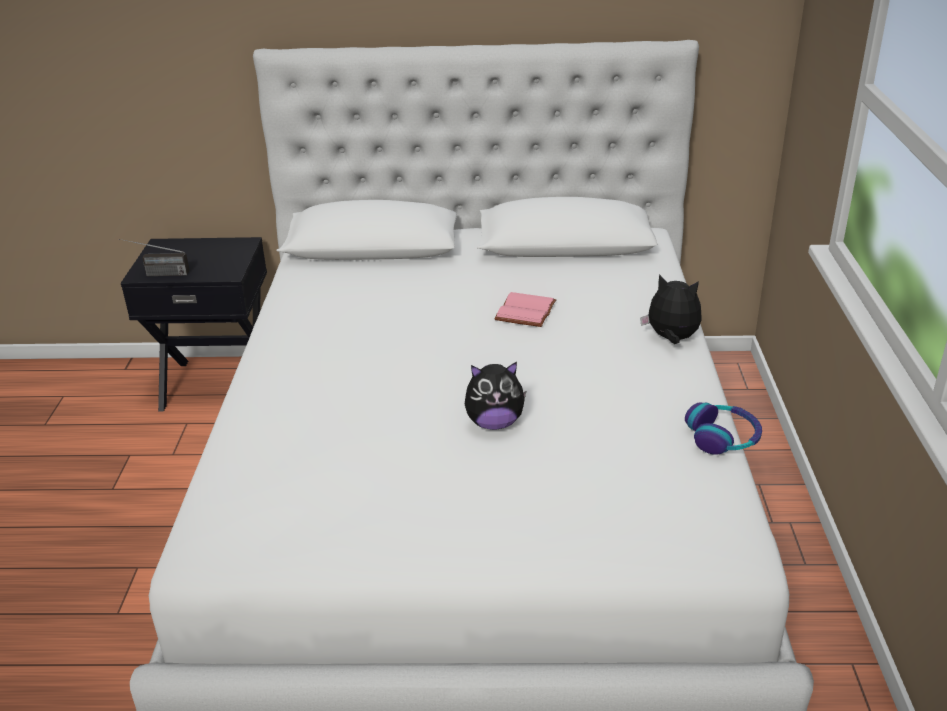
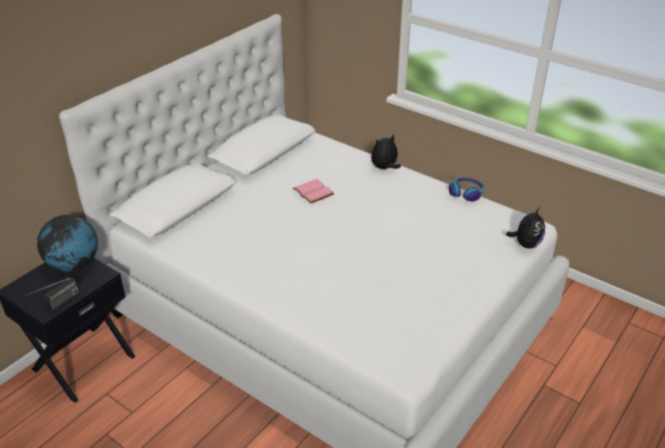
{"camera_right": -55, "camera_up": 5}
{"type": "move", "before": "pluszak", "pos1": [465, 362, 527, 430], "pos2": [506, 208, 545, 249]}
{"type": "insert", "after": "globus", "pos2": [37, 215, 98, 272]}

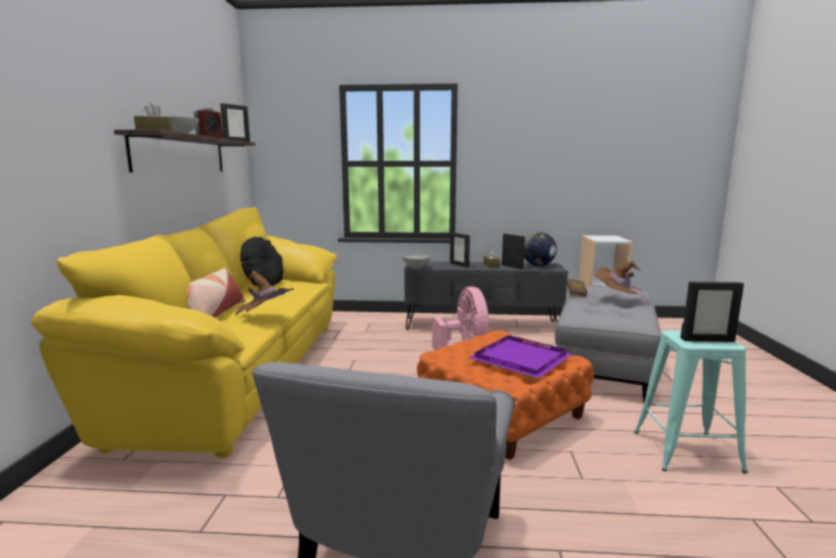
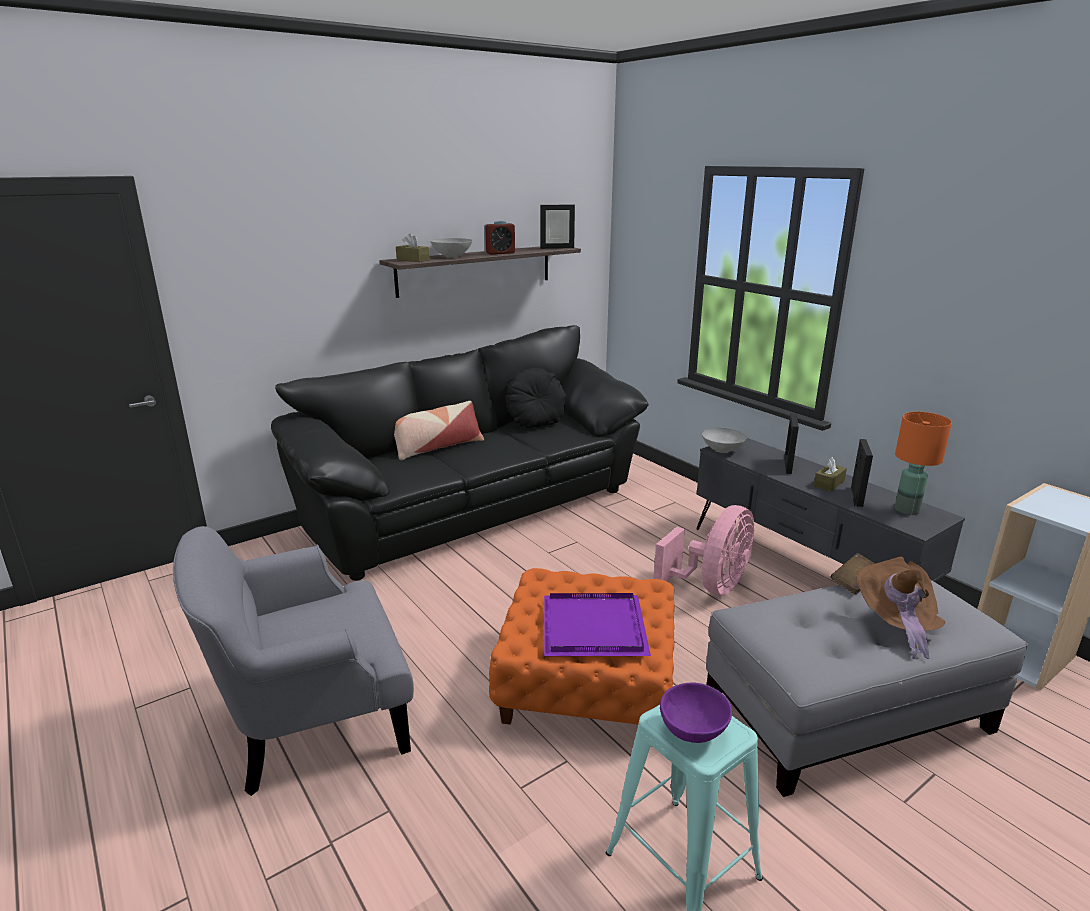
{"camera_right": 50, "camera_up": 10}
{"type": "recolor", "before": "kanapa [żółty]", "after": "kanapa [czarny]", "pos1": [31, 207, 337, 458], "pos2": [271, 325, 649, 581]}
{"type": "replace", "before": "globus", "after": "lampa stołowa [pomarańczowy]", "pos1": [524, 232, 557, 266], "pos2": [895, 412, 952, 515]}
{"type": "delete", "before": "kapelusz [brązowy]", "pos1": [235, 271, 294, 315]}
{"type": "replace", "before": "ramka na zdjęcie", "after": "miska [fioletowy]", "pos1": [680, 282, 744, 342], "pos2": [660, 683, 732, 743]}

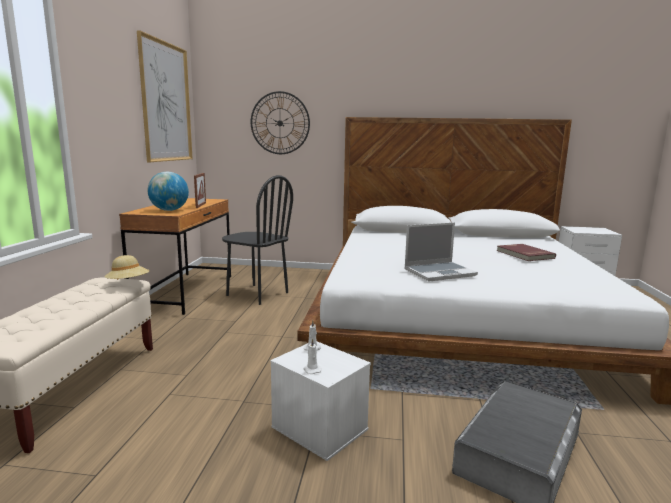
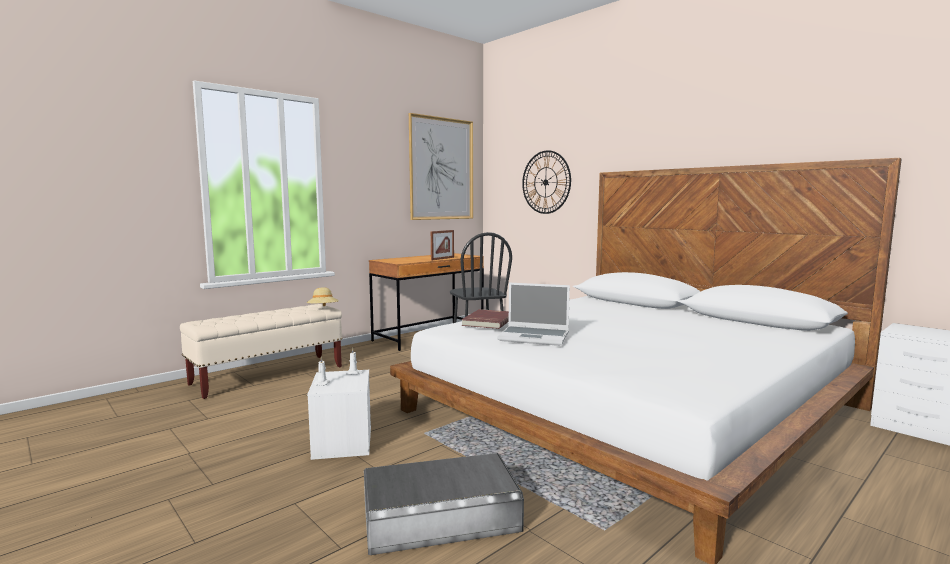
{"camera_right": 40, "camera_up": -5}
{"type": "delete", "before": "globus", "pos1": [147, 172, 189, 211]}
{"type": "move", "before": "książka [czerwony]", "pos1": [497, 244, 556, 261], "pos2": [461, 309, 509, 329]}

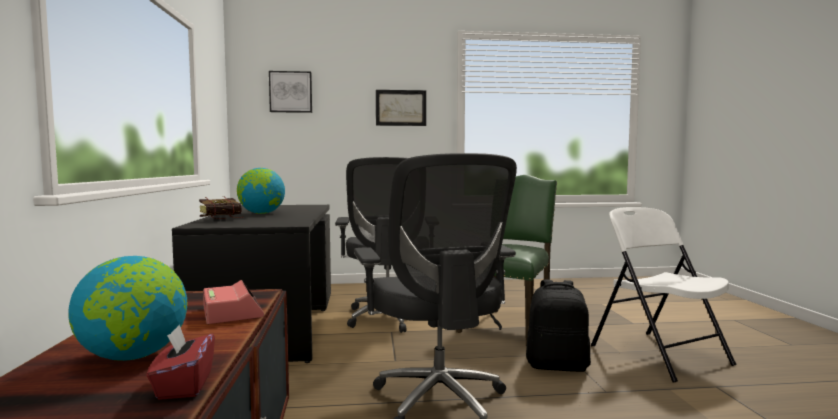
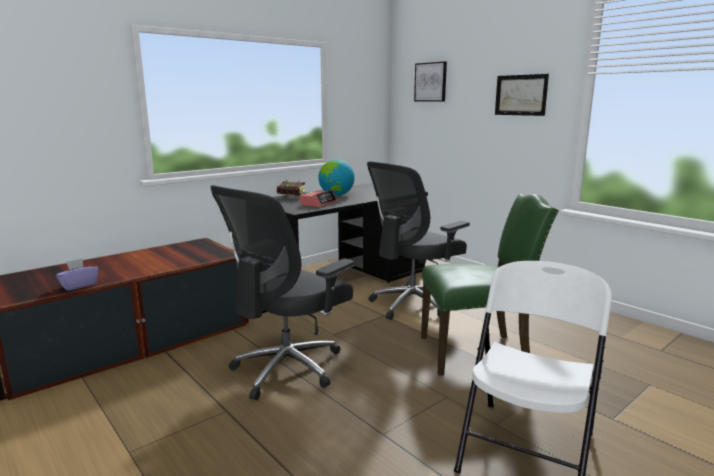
{"camera_right": 55, "camera_up": 10}
{"type": "delete", "before": "globus", "pos1": [68, 256, 187, 361]}
{"type": "move", "before": "budzik", "pos1": [203, 280, 264, 324], "pos2": [300, 189, 338, 207]}
{"type": "delete", "before": "plecak [czarny]", "pos1": [526, 280, 591, 372]}
{"type": "recolor", "before": "pudełko chusteczek [czerwony]", "after": "pudełko chusteczek [fioletowy]", "pos1": [146, 325, 215, 400], "pos2": [56, 258, 98, 291]}

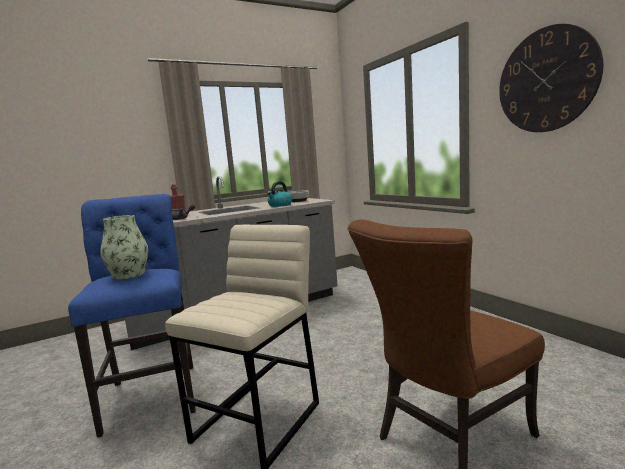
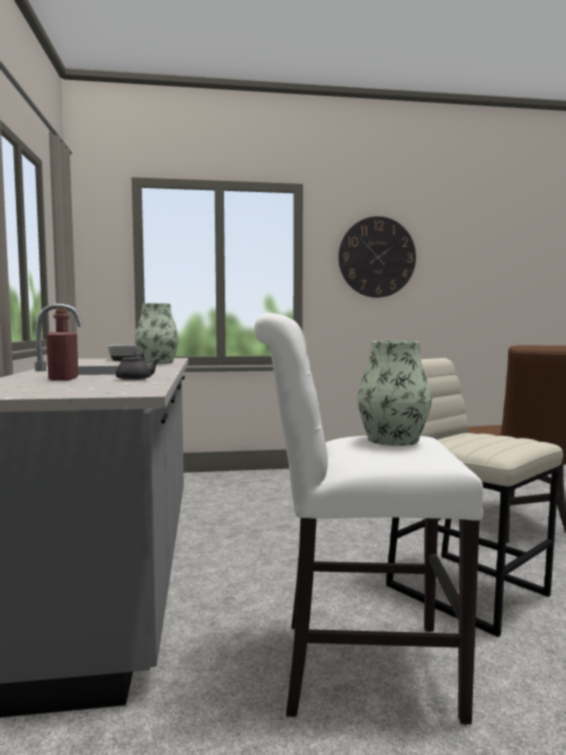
{"camera_right": -70, "camera_up": -5}
{"type": "replace", "before": "czajnik", "after": "wazon", "pos1": [267, 181, 293, 207], "pos2": [135, 303, 179, 364]}
{"type": "recolor", "before": "stołek [niebieski]", "after": "stołek [biały]", "pos1": [68, 194, 196, 438], "pos2": [254, 313, 483, 725]}

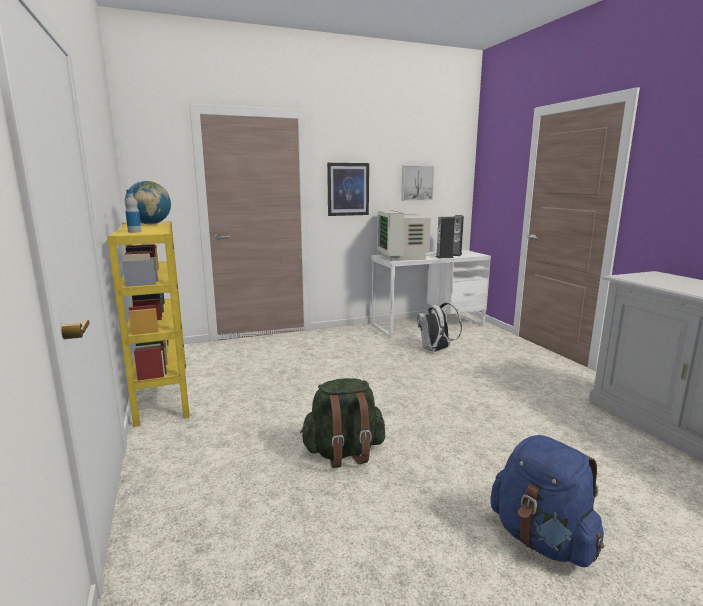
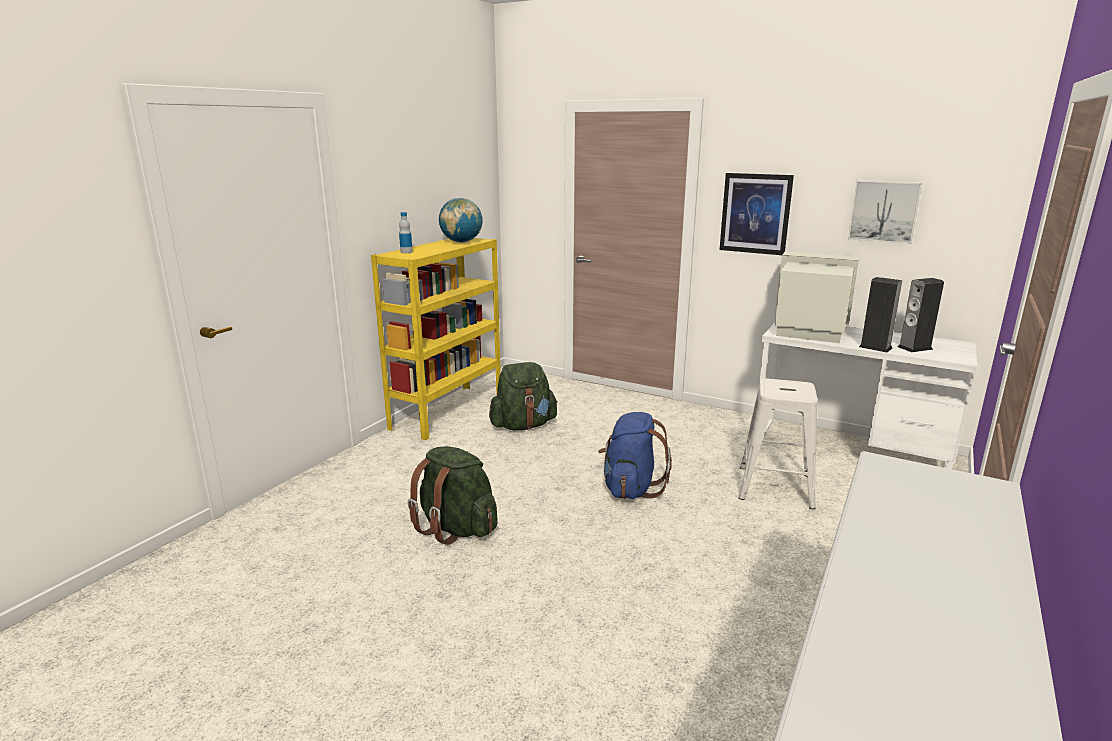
{"camera_right": 50, "camera_up": 5}
{"type": "rotate", "before": "monitor", "pos1": [377, 211, 431, 261], "pos2": [775, 251, 859, 343], "turn": 75}
{"type": "replace", "before": "plecak [biały]", "after": "stołek [biały]", "pos1": [417, 303, 462, 352], "pos2": [739, 378, 818, 509]}
{"type": "move", "before": "plecak [niebieski]", "pos1": [490, 435, 604, 567], "pos2": [598, 412, 672, 499]}
{"type": "insert", "after": "plecak [zielony]", "pos2": [489, 362, 558, 431]}

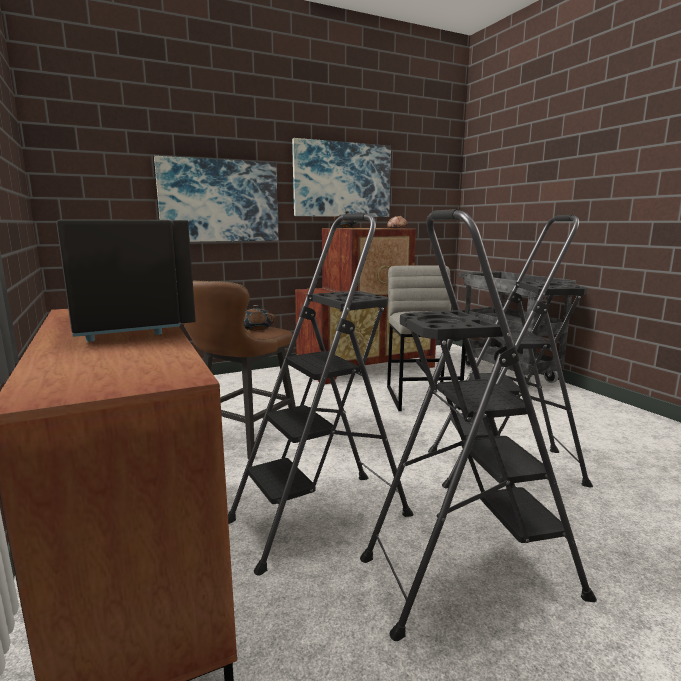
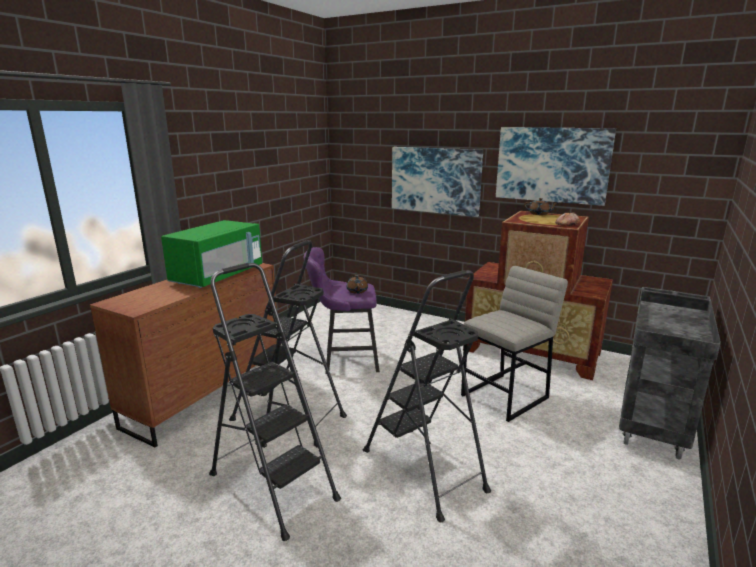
{"camera_right": 55, "camera_up": 5}
{"type": "recolor", "before": "mikrofalówka [czarny]", "after": "mikrofalówka [zielony]", "pos1": [56, 219, 196, 342], "pos2": [161, 220, 262, 288]}
{"type": "recolor", "before": "stołek [brązowy]", "after": "stołek [fioletowy]", "pos1": [183, 280, 296, 459], "pos2": [304, 247, 380, 374]}

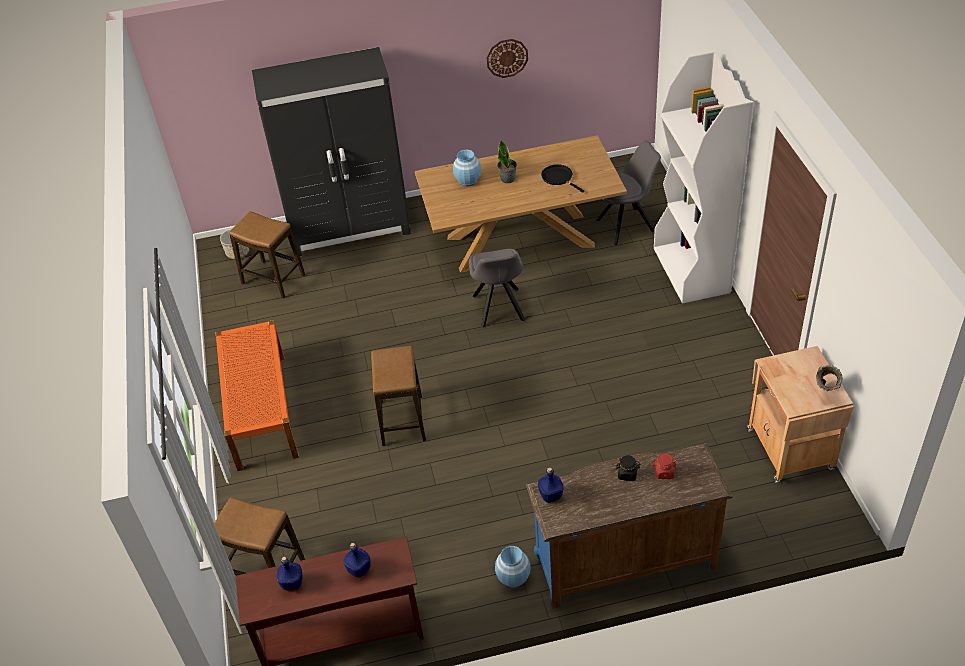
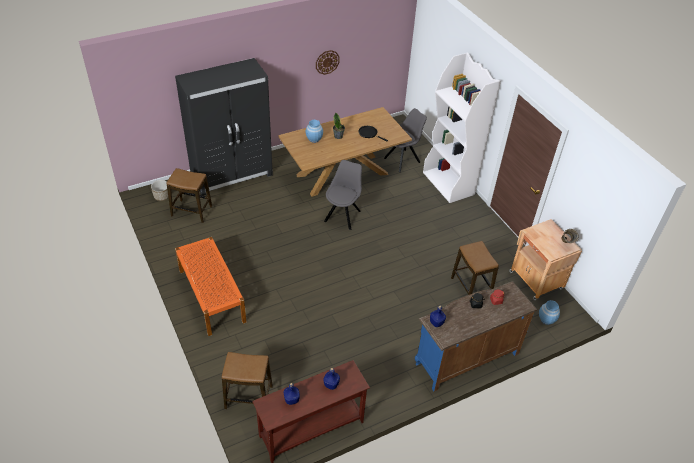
{"camera_right": -20, "camera_up": 0}
{"type": "rotate", "before": "krzesło [szary]", "pos1": [469, 249, 525, 328], "pos2": [324, 160, 362, 230], "turn": -135}
{"type": "move", "before": "stołek", "pos1": [371, 346, 426, 446], "pos2": [451, 241, 499, 295]}
{"type": "move", "before": "wazon [niebieski]", "pos1": [495, 546, 530, 587], "pos2": [539, 300, 560, 325]}

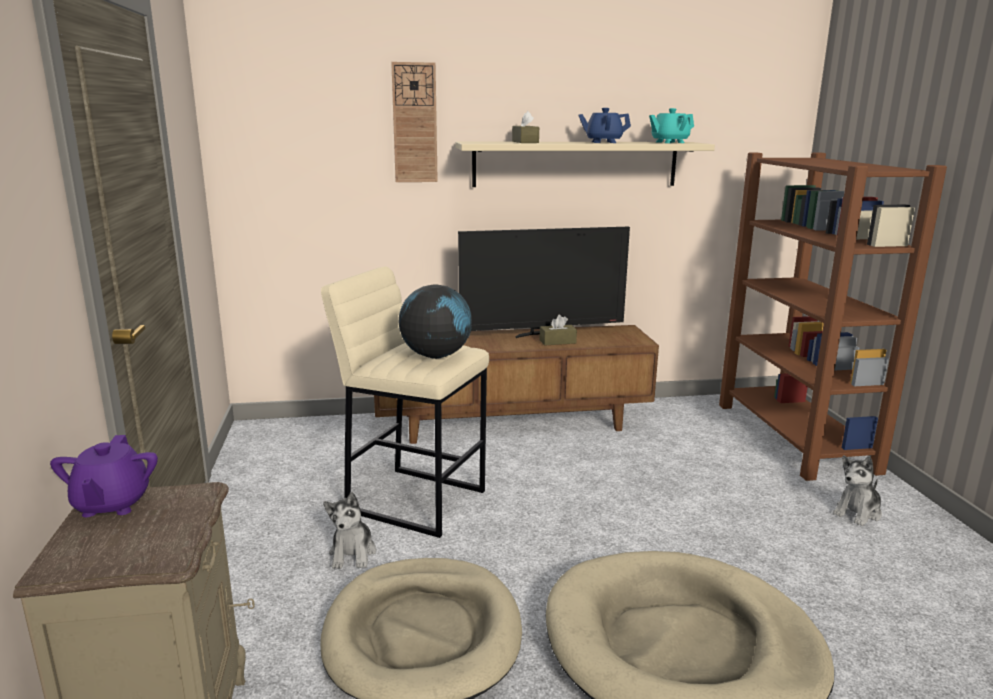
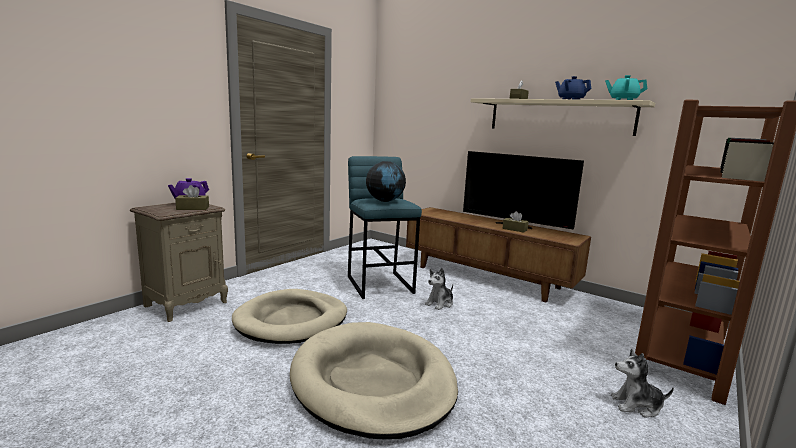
{"camera_right": 45, "camera_up": -5}
{"type": "delete", "before": "zegar ścienny", "pos1": [391, 62, 438, 182]}
{"type": "recolor", "before": "stołek [beżowy]", "after": "stołek [turkusowy]", "pos1": [321, 266, 489, 538], "pos2": [348, 156, 422, 299]}
{"type": "move", "before": "pluszak", "pos1": [323, 492, 376, 569], "pos2": [425, 268, 453, 310]}
{"type": "insert", "after": "pudełko chusteczek [brązowy]", "pos2": [175, 185, 209, 210]}

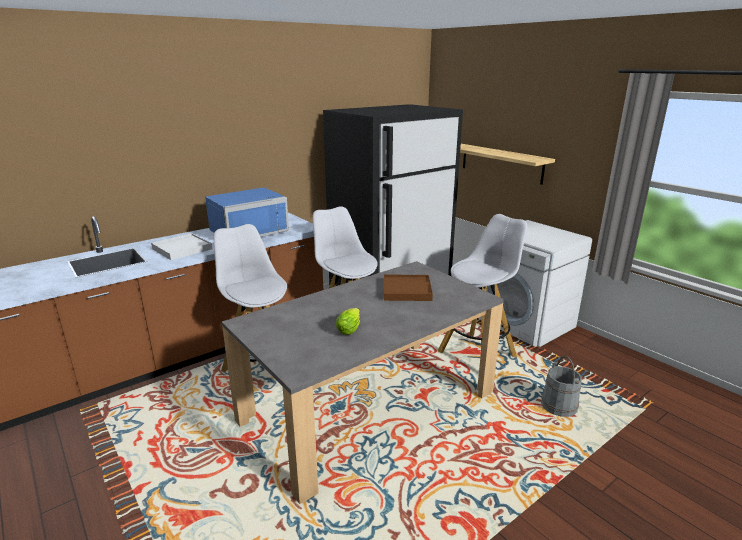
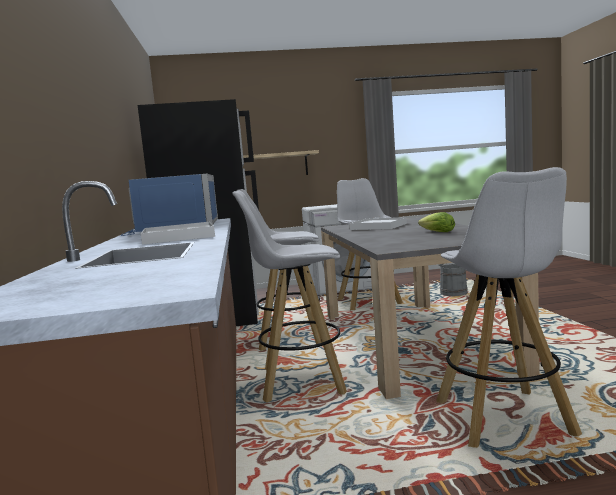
{"camera_right": -60, "camera_up": -15}
{"type": "recolor", "before": "taca [brązowy]", "after": "taca [biały]", "pos1": [384, 274, 433, 301], "pos2": [350, 217, 407, 230]}
{"type": "insert", "after": "stołek [biały]", "pos2": [436, 167, 582, 448]}

